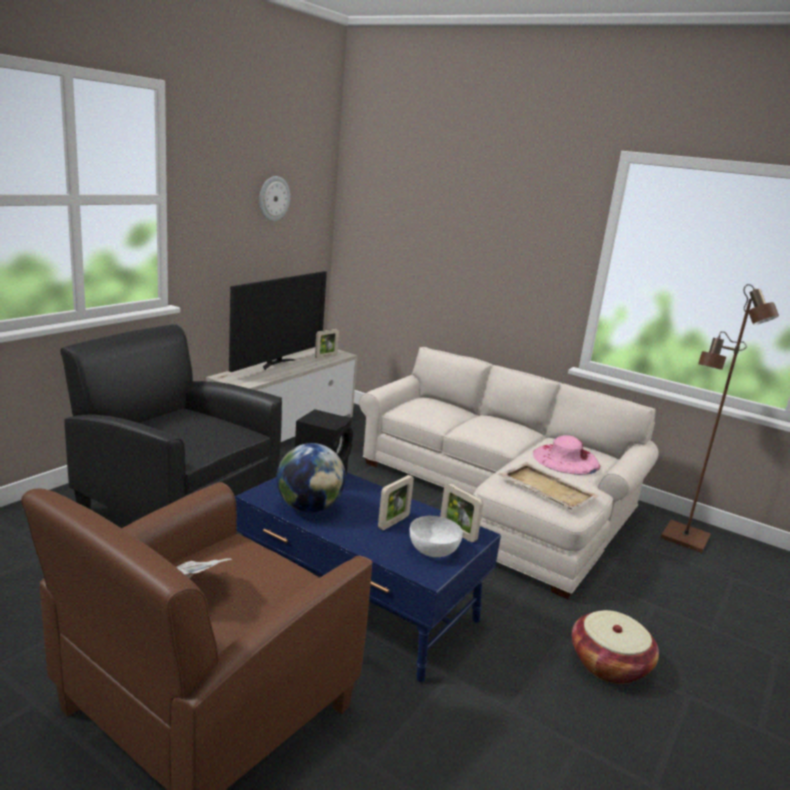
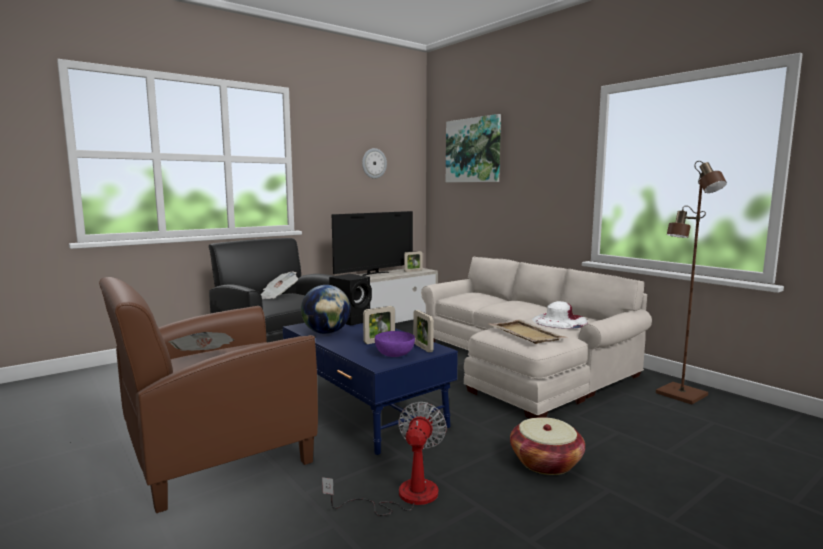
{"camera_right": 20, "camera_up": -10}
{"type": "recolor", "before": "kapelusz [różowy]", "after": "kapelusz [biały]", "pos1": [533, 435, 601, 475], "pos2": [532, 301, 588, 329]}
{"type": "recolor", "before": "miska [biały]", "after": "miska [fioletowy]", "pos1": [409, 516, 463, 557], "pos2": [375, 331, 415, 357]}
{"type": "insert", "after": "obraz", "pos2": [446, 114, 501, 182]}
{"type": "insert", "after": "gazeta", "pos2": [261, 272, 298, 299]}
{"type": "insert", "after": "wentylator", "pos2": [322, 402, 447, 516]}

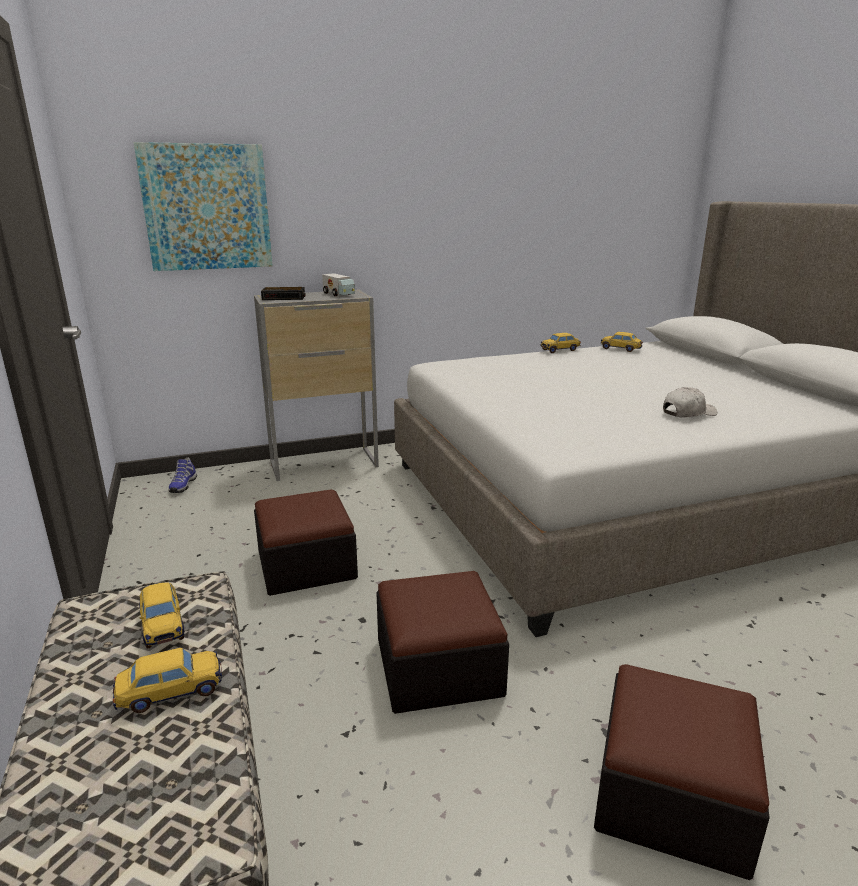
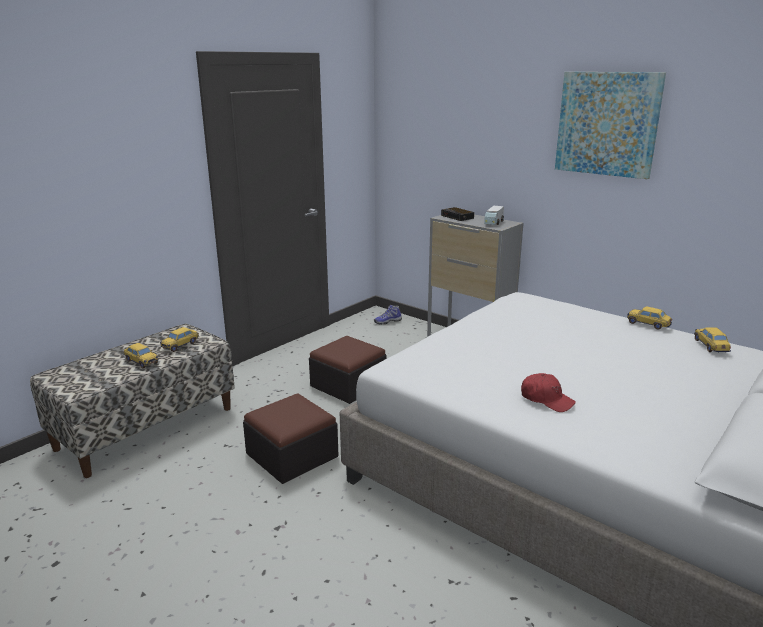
{"camera_right": 60, "camera_up": 0}
{"type": "move", "before": "obraz", "pos1": [134, 142, 273, 271], "pos2": [555, 72, 666, 179]}
{"type": "recolor", "before": "czapka z daszkiem [biały]", "after": "czapka z daszkiem [czerwony]", "pos1": [663, 387, 717, 418], "pos2": [521, 373, 576, 412]}
{"type": "delete", "before": "pufa", "pos1": [594, 664, 770, 880]}

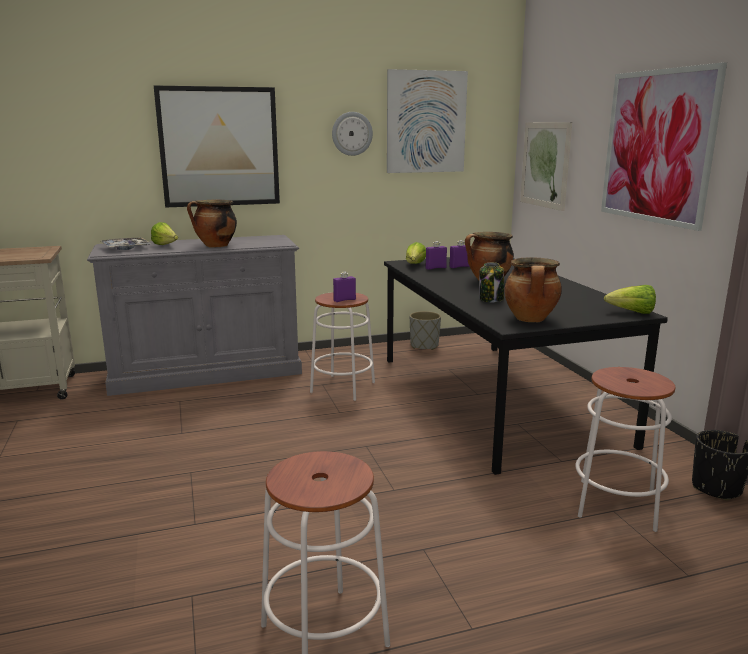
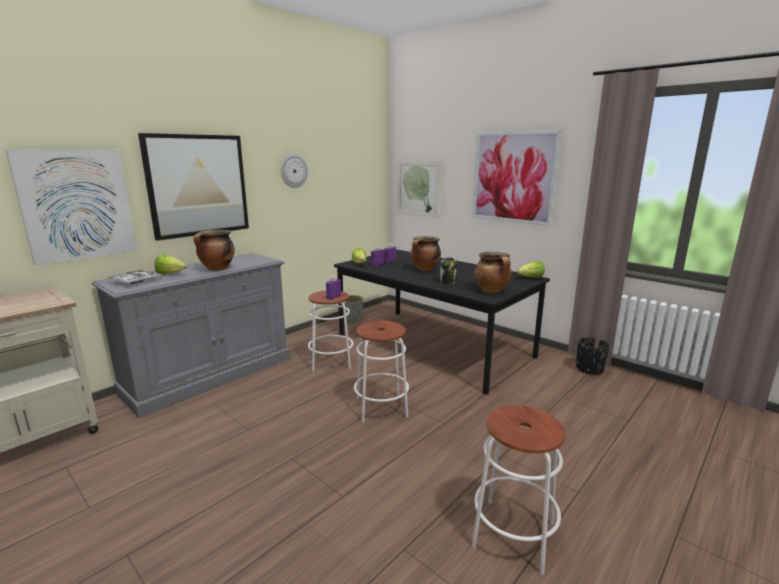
{"camera_right": -30, "camera_up": 0}
{"type": "move", "before": "obraz", "pos1": [387, 69, 468, 173], "pos2": [6, 150, 137, 265]}
{"type": "move", "before": "stołek [biały]", "pos1": [575, 367, 675, 532], "pos2": [354, 321, 409, 423]}

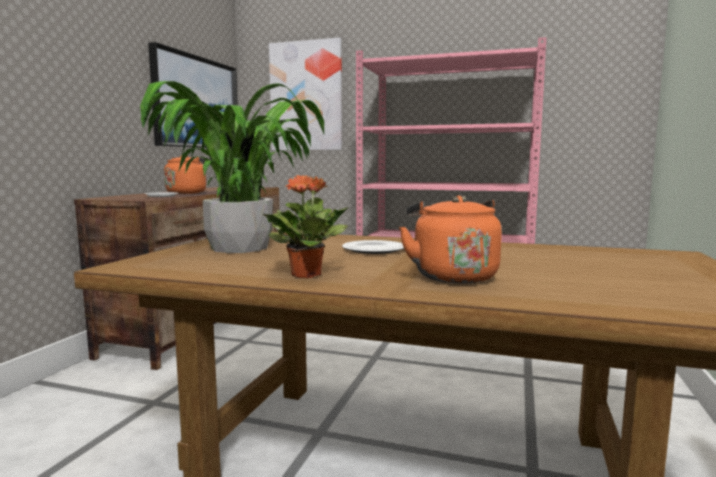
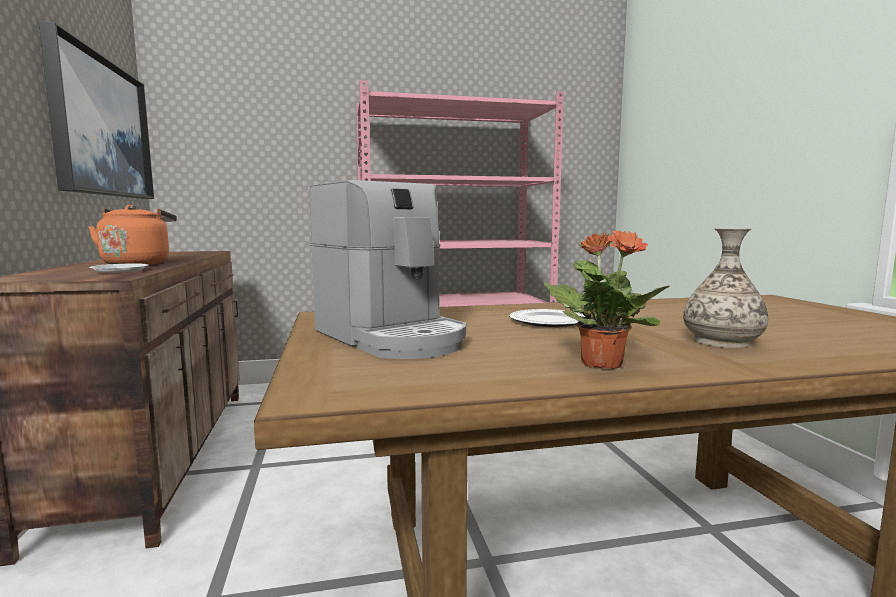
{"camera_right": -30, "camera_up": 0}
{"type": "delete", "before": "obraz", "pos1": [269, 38, 342, 150]}
{"type": "replace", "before": "roślina doniczkowa", "after": "ekspres do kawy", "pos1": [140, 81, 324, 253], "pos2": [309, 180, 466, 359]}
{"type": "replace", "before": "czajnik [pomarańczowy]", "after": "wazon", "pos1": [399, 195, 502, 283], "pos2": [683, 228, 768, 348]}

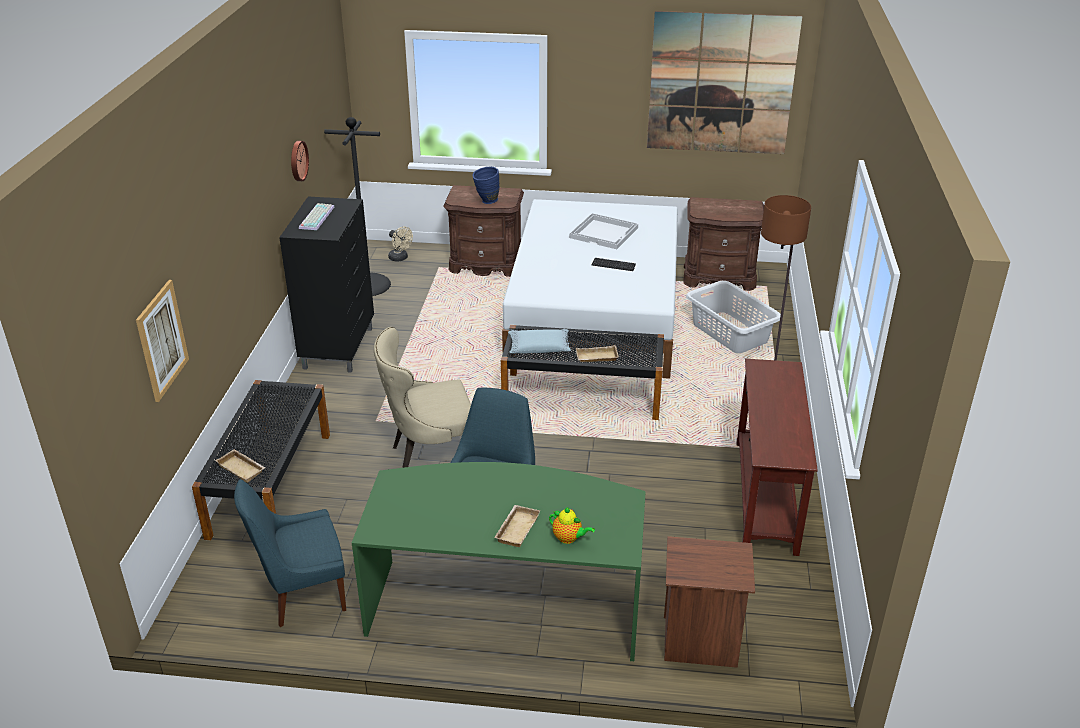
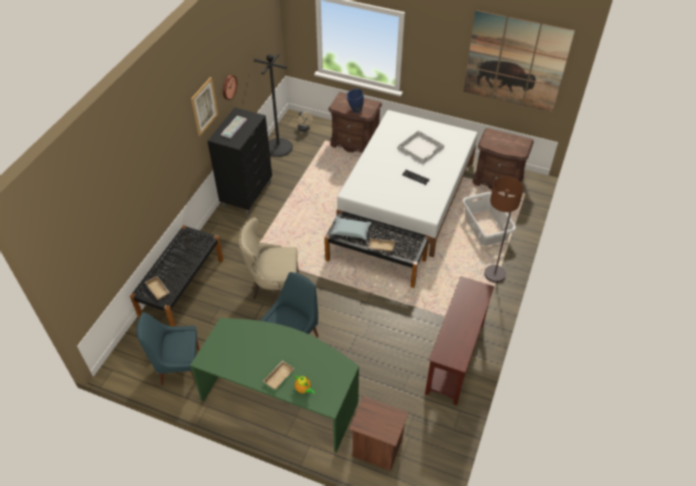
{"camera_right": 15, "camera_up": 15}
{"type": "move", "before": "obraz", "pos1": [136, 280, 189, 402], "pos2": [191, 77, 218, 136]}

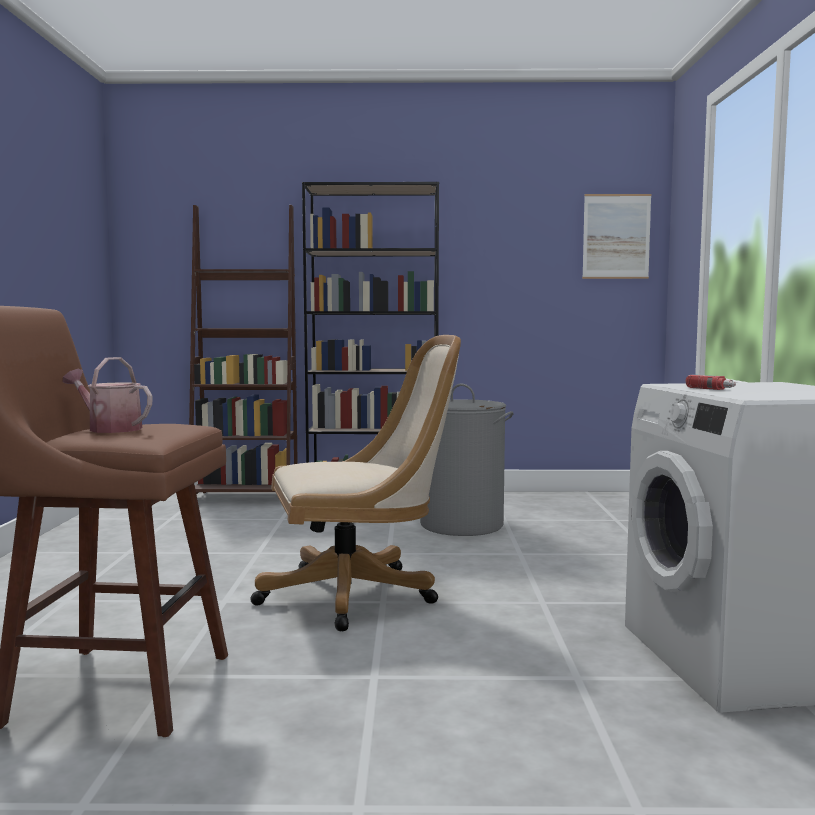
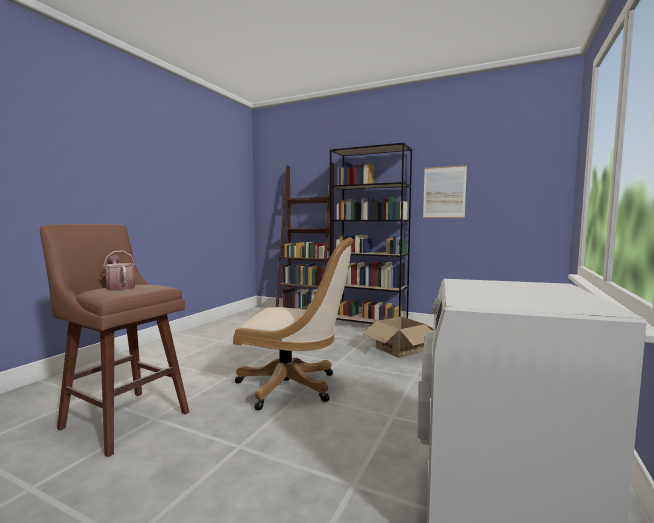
{"camera_right": 25, "camera_up": 0}
{"type": "move", "before": "obraz", "pos1": [582, 194, 652, 279], "pos2": [423, 165, 467, 218]}
{"type": "delete", "before": "wiertarka", "pos1": [686, 374, 736, 390]}
{"type": "replace", "before": "kosz na pranie [szary]", "after": "karton", "pos1": [420, 383, 514, 536], "pos2": [363, 317, 434, 358]}

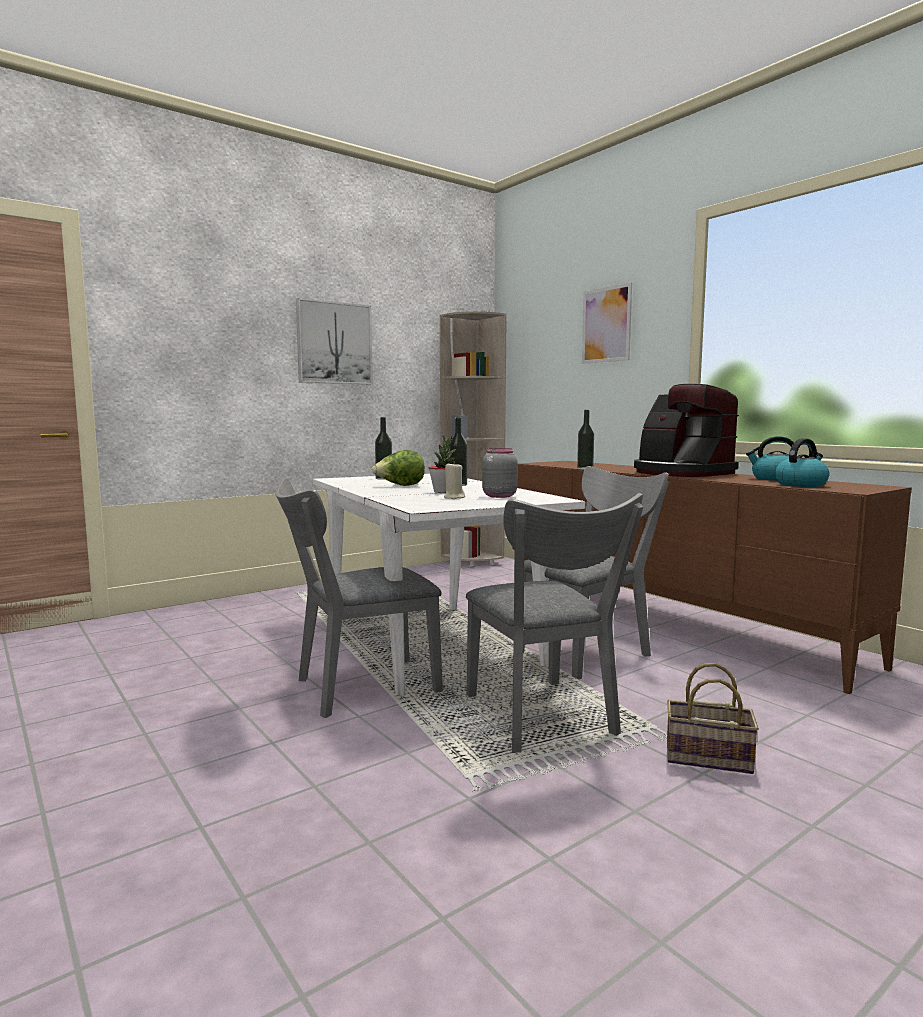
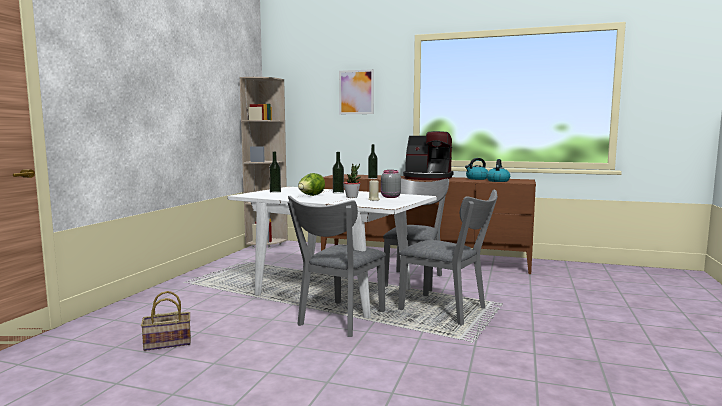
{"camera_right": -35, "camera_up": 0}
{"type": "delete", "before": "obraz", "pos1": [296, 298, 373, 384]}
{"type": "move", "before": "koszyk", "pos1": [667, 663, 759, 774], "pos2": [141, 291, 191, 351]}

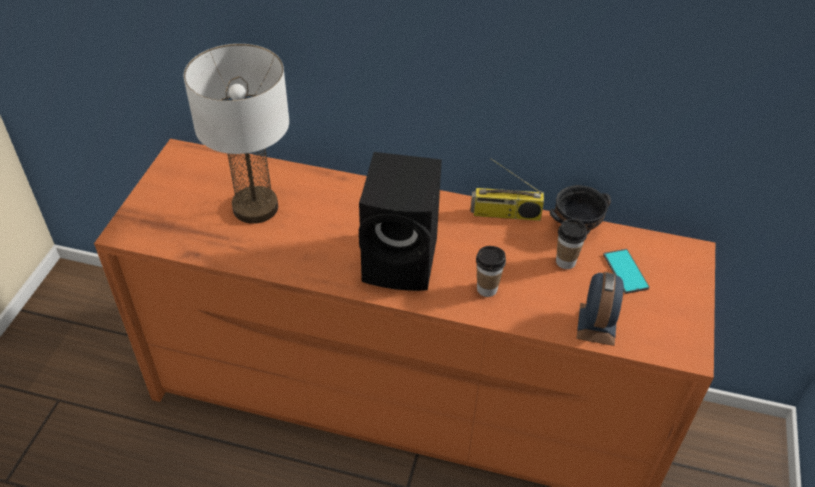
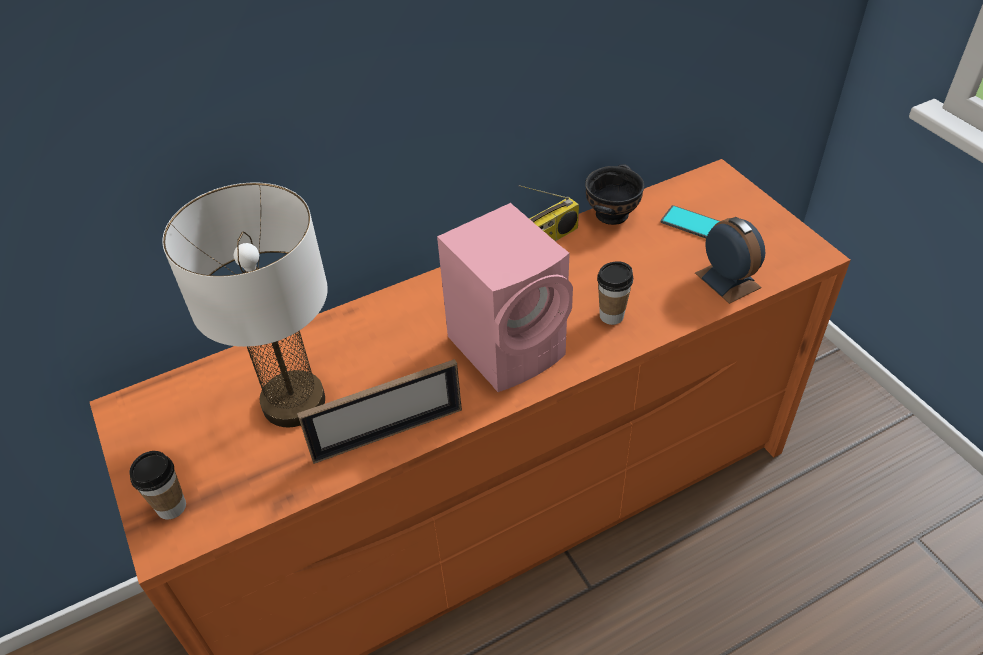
{"camera_right": -40, "camera_up": 0}
{"type": "recolor", "before": "głośnik [czarny]", "after": "głośnik [różowy]", "pos1": [359, 152, 442, 291], "pos2": [437, 203, 573, 392]}
{"type": "move", "before": "filiżanka", "pos1": [556, 219, 587, 269], "pos2": [130, 451, 186, 520]}
{"type": "insert", "after": "ramka na zdjęcie", "pos2": [297, 359, 462, 464]}

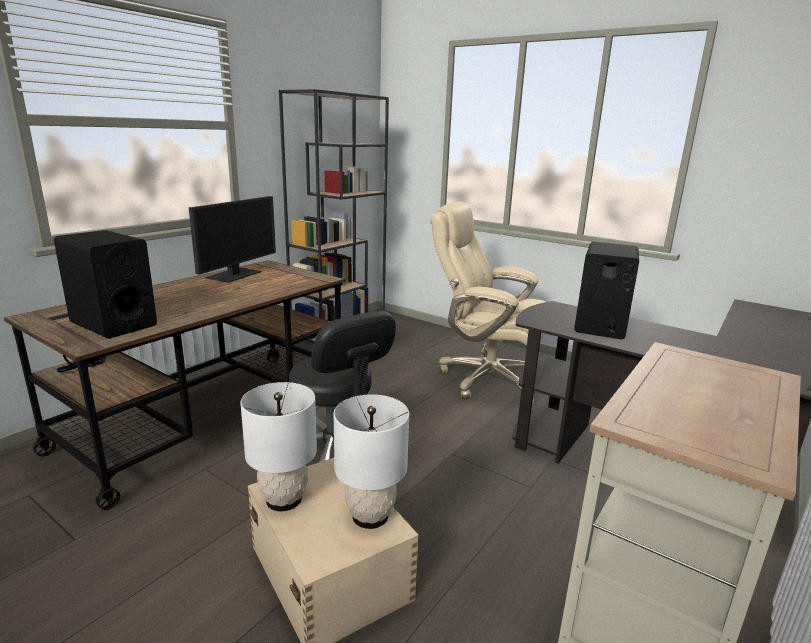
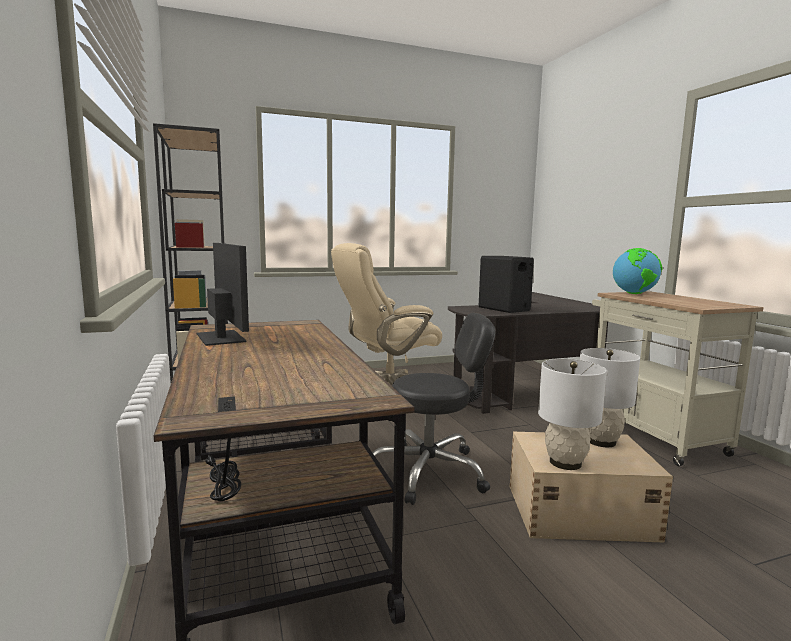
{"camera_right": -55, "camera_up": -10}
{"type": "delete", "before": "głośnik [czarny]", "pos1": [54, 230, 157, 339]}
{"type": "insert", "after": "globus", "pos2": [613, 248, 662, 294]}

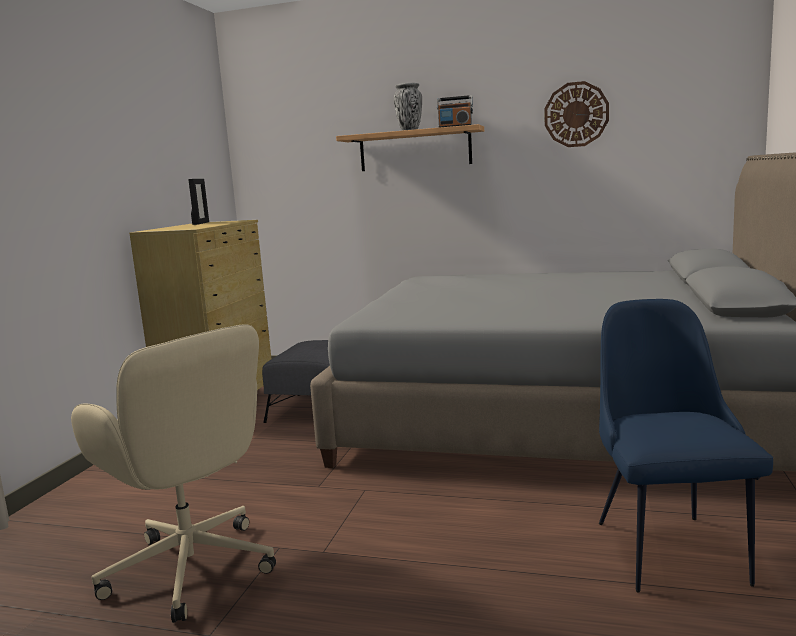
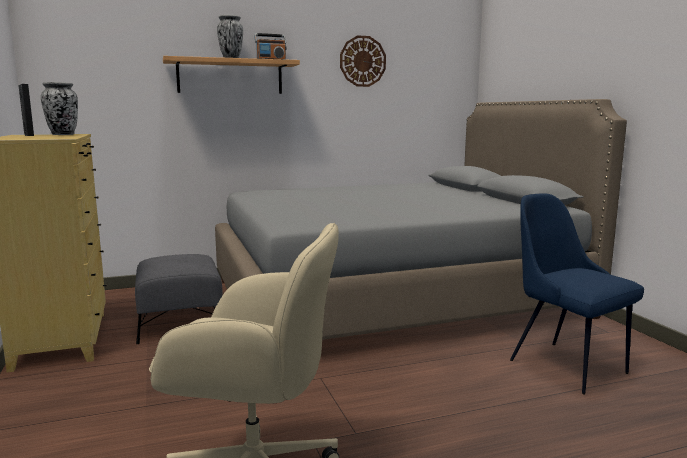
{"camera_right": -35, "camera_up": 0}
{"type": "insert", "after": "wazon", "pos2": [41, 82, 78, 135]}

